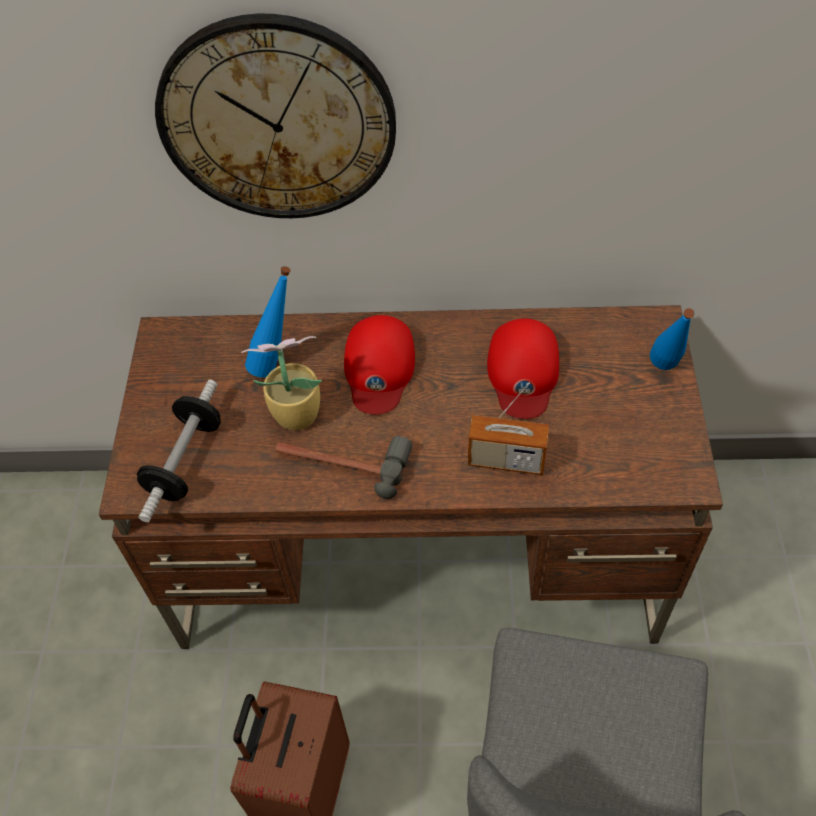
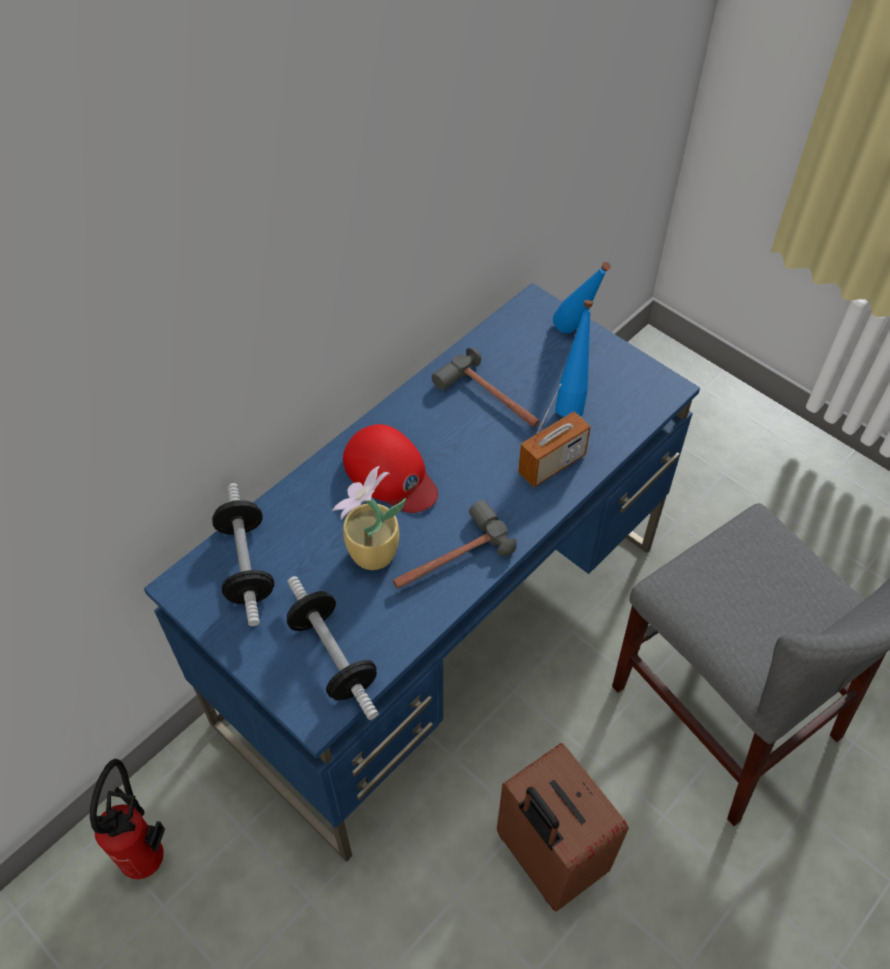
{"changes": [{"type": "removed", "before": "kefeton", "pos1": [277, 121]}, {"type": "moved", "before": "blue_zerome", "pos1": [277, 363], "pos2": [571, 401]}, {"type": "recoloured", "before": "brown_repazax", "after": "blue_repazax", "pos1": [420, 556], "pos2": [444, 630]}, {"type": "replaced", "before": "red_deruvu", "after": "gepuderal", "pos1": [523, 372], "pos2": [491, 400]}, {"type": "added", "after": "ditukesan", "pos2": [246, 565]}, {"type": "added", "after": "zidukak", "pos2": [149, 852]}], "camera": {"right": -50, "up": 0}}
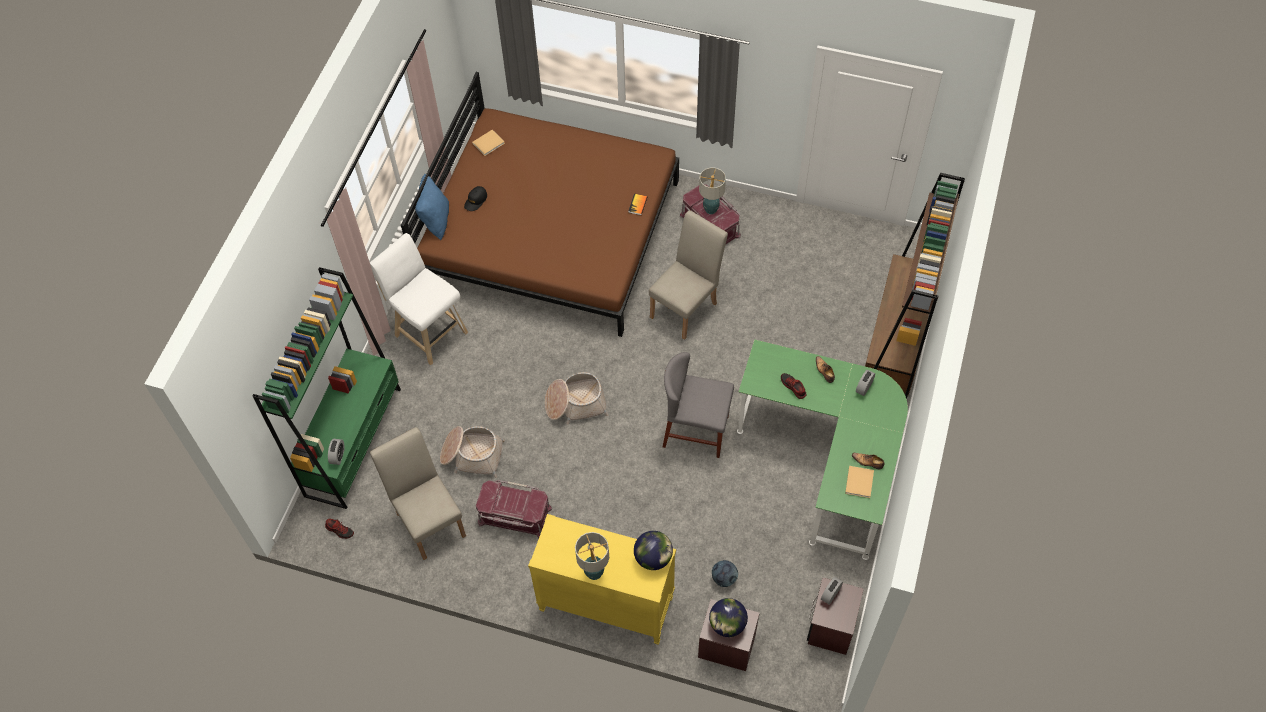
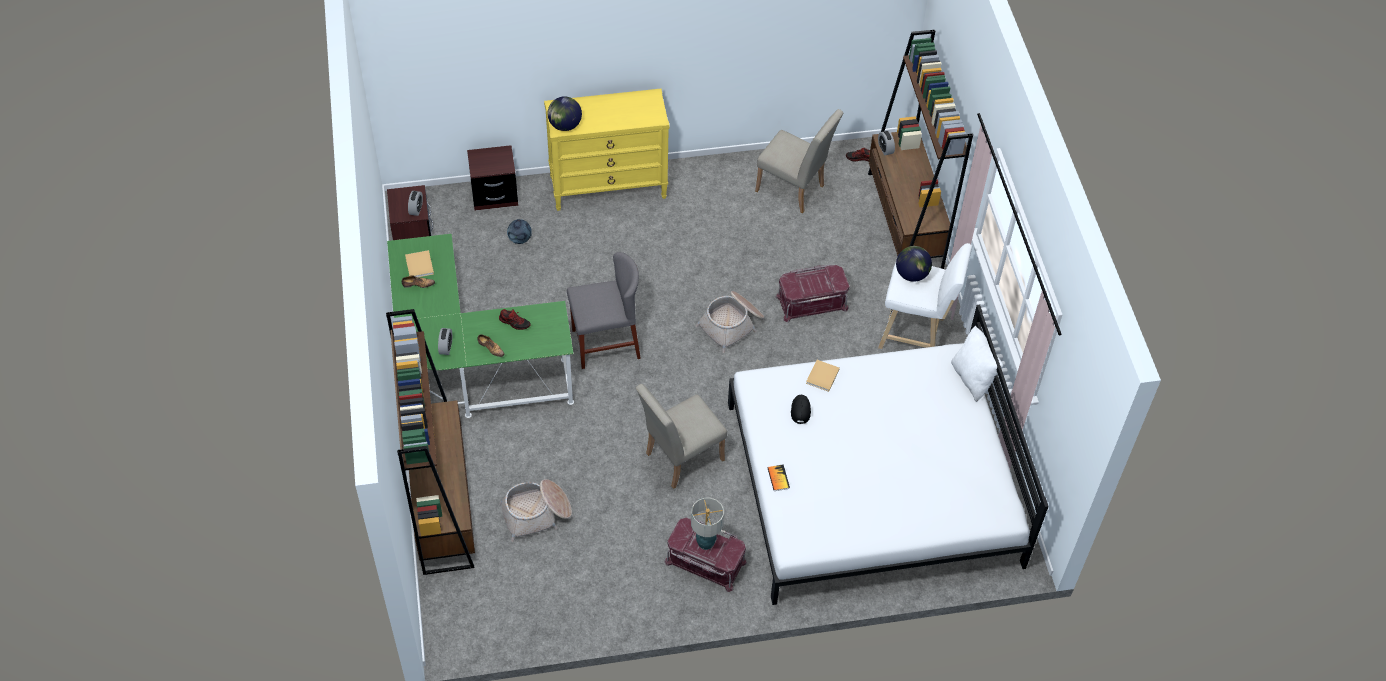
{"changes": [{"type": "recoloured", "before": "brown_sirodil", "after": "white_sirodil", "pos1": [550, 231], "pos2": [873, 483]}, {"type": "moved", "before": "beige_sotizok", "pos1": [489, 143], "pos2": [822, 377]}, {"type": "recoloured", "before": "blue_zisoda", "after": "white_zisoda", "pos1": [435, 220], "pos2": [973, 378]}, {"type": "moved", "before": "black_deruvu", "pos1": [476, 201], "pos2": [800, 410]}, {"type": "turned", "before": "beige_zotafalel", "pos1": [687, 307], "pos2": [679, 459], "turn": 45}, {"type": "recoloured", "before": "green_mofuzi", "after": "brown_mofuzi", "pos1": [354, 441], "pos2": [904, 221]}, {"type": "moved", "before": "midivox", "pos1": [472, 455], "pos2": [536, 514]}, {"type": "moved", "before": "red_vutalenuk", "pos1": [514, 516], "pos2": [811, 301]}, {"type": "removed", "before": "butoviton", "pos1": [594, 572]}, {"type": "moved", "before": "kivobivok", "pos1": [727, 624], "pos2": [911, 274]}], "camera": {"right": 150, "up": -5}}
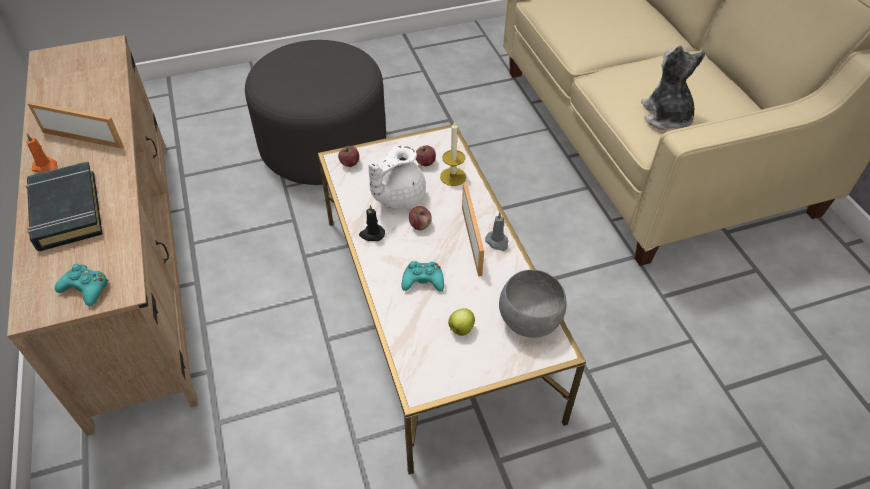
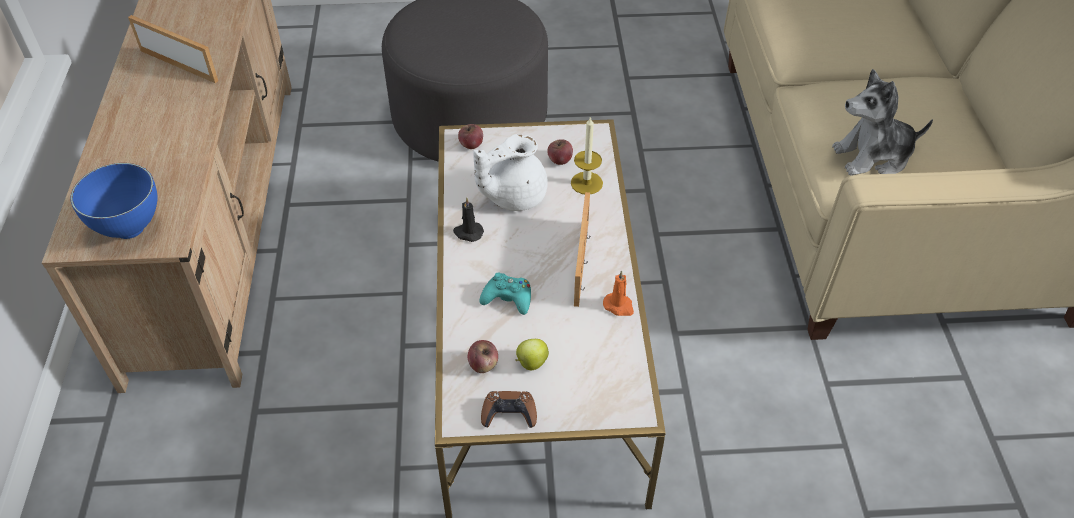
{"changes": [{"type": "turned", "before": "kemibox", "pos1": [666, 116], "pos2": [873, 157], "turn": -105}, {"type": "moved", "before": "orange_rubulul", "pos1": [46, 167], "pos2": [619, 306]}, {"type": "removed", "before": "black_sotizok", "pos1": [66, 211]}, {"type": "moved", "before": "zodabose", "pos1": [420, 225], "pos2": [483, 364]}, {"type": "removed", "before": "grey_rubulul", "pos1": [497, 242]}, {"type": "replaced", "before": "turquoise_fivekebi", "after": "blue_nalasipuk", "pos1": [86, 288], "pos2": [132, 230]}, {"type": "removed", "before": "grey_nalasipuk", "pos1": [529, 320]}, {"type": "added", "after": "brown_fivekebi", "pos2": [509, 413]}], "camera": {"right": 15, "up": 0}}
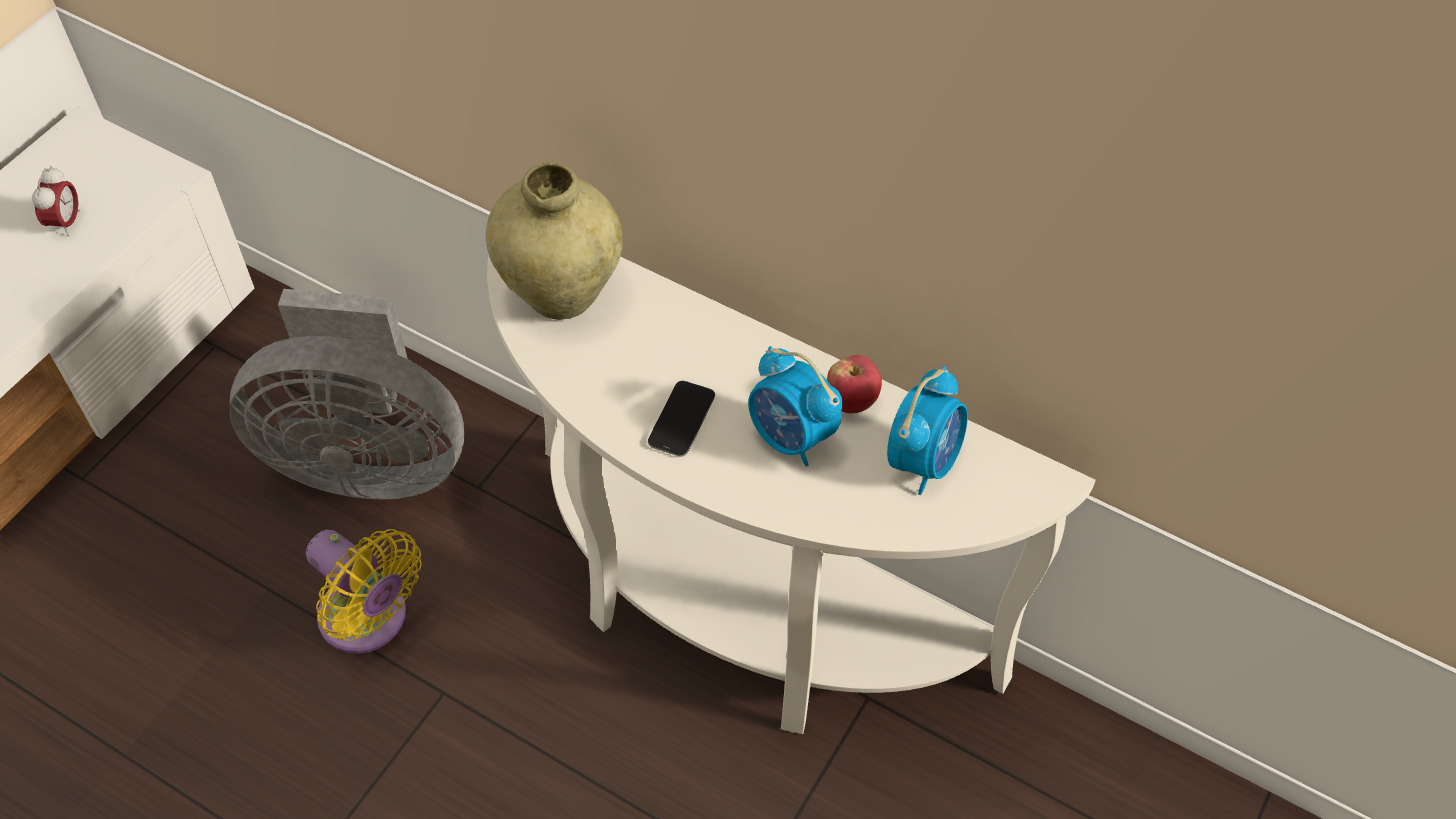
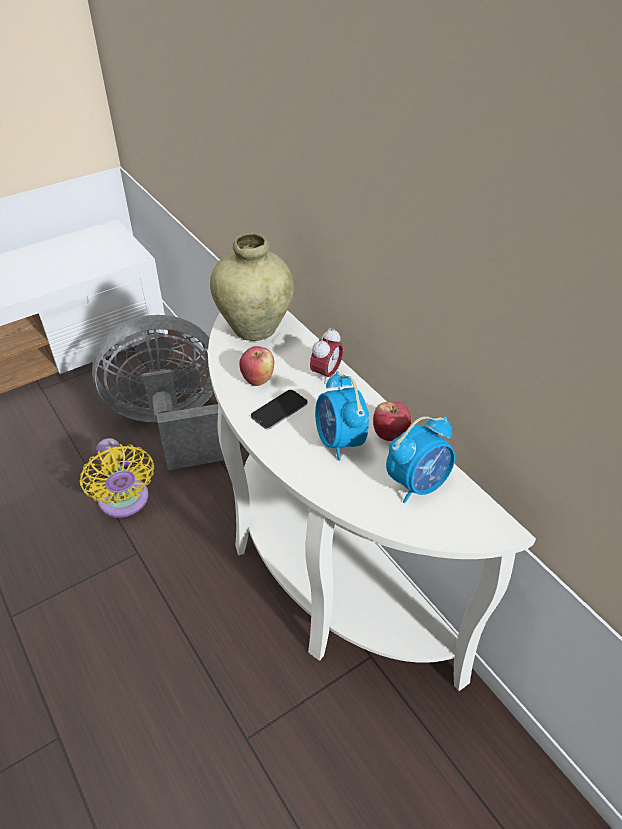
{"changes": [{"type": "moved", "before": "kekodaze", "pos1": [66, 223], "pos2": [326, 374]}, {"type": "turned", "before": "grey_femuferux", "pos1": [368, 459], "pos2": [172, 426], "turn": 135}, {"type": "added", "after": "zodabose", "pos2": [257, 379]}], "camera": {"right": 25, "up": -10}}
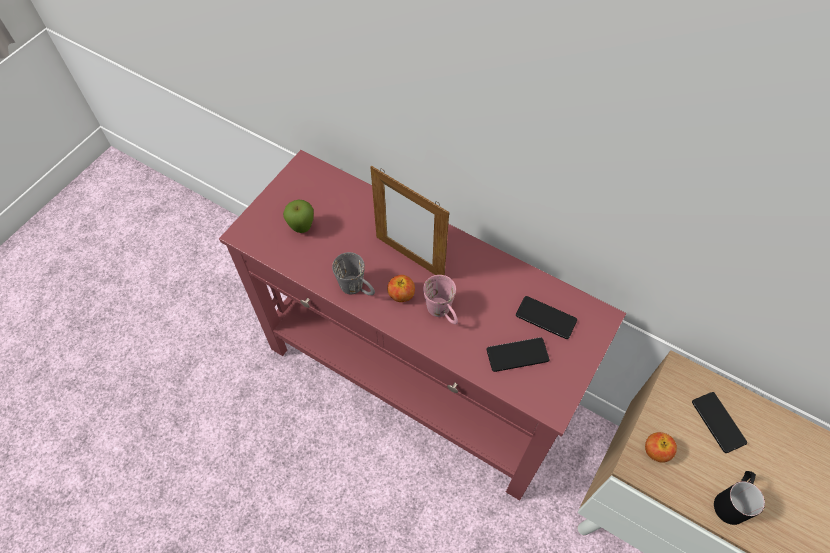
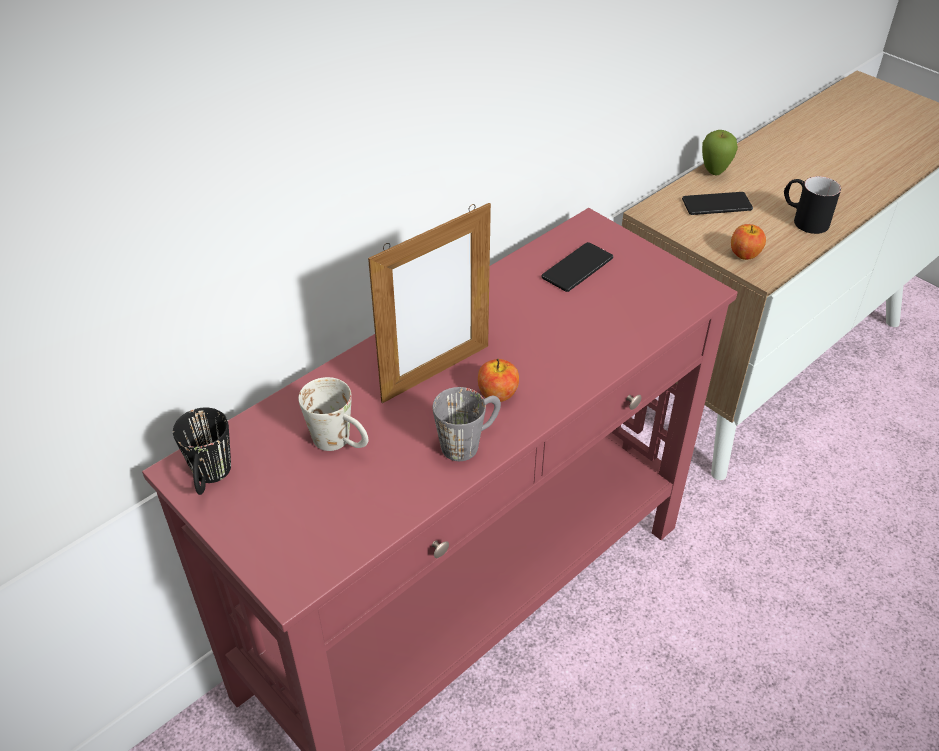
{"changes": [{"type": "moved", "before": "zodabose", "pos1": [302, 228], "pos2": [714, 172]}, {"type": "removed", "before": "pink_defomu", "pos1": [443, 313]}, {"type": "removed", "before": "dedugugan", "pos1": [517, 355]}, {"type": "added", "after": "white_defomu", "pos2": [341, 443]}, {"type": "added", "after": "black_defomu", "pos2": [210, 479]}], "camera": {"right": -75, "up": -15}}
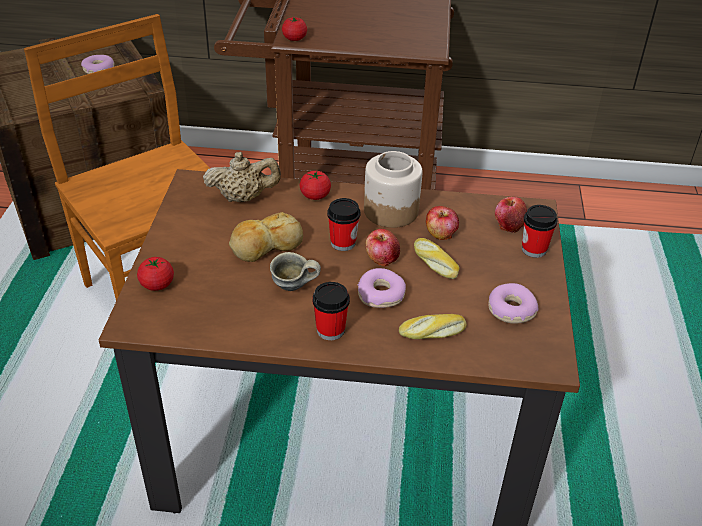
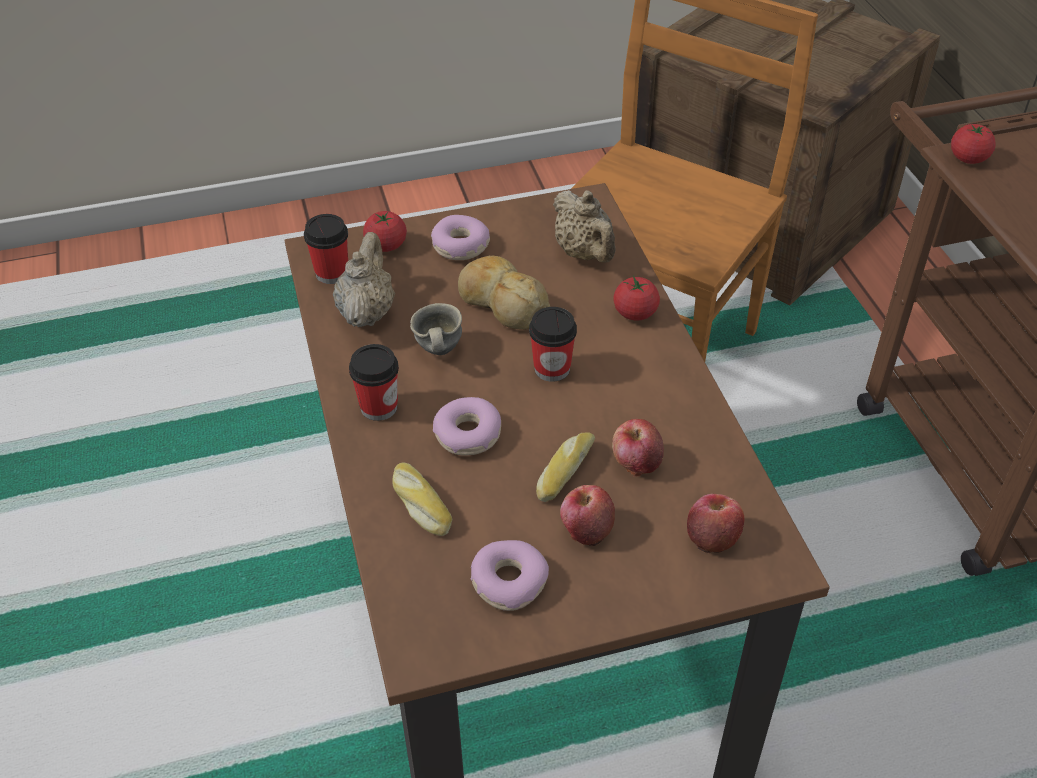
{"changes": [{"type": "moved", "before": "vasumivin", "pos1": [99, 70], "pos2": [460, 246]}, {"type": "removed", "before": "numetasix", "pos1": [390, 210]}, {"type": "moved", "before": "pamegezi", "pos1": [534, 249], "pos2": [332, 273]}, {"type": "moved", "before": "zodabose", "pos1": [381, 258], "pos2": [586, 529]}, {"type": "added", "after": "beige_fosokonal", "pos2": [366, 312]}], "camera": {"right": 70, "up": 5}}
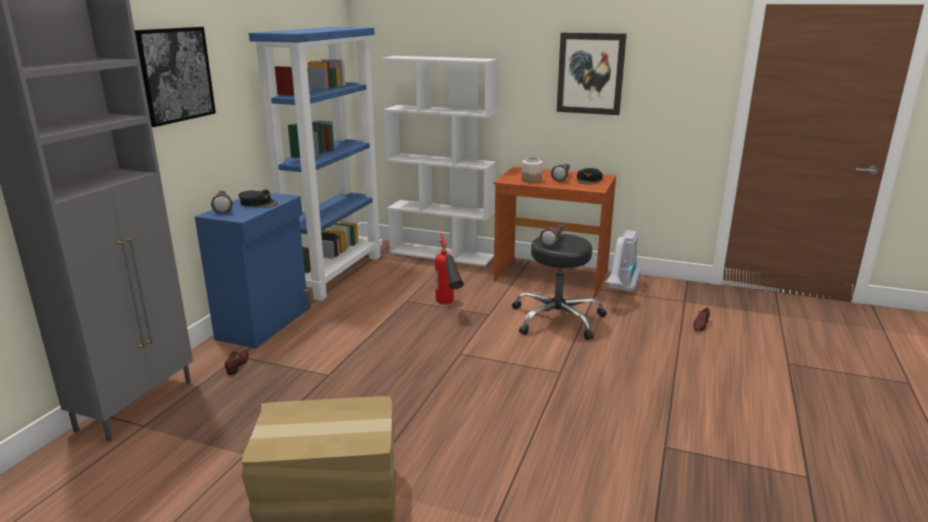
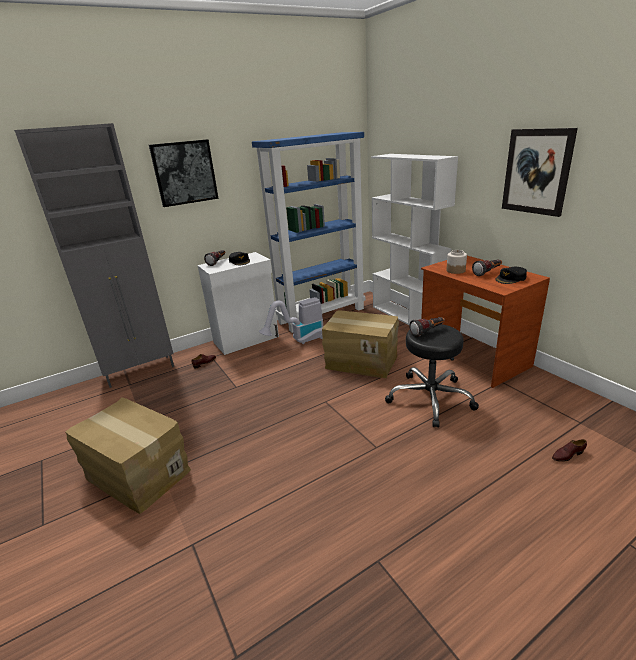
{"changes": [{"type": "recoloured", "before": "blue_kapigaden", "after": "white_kapigaden", "pos1": [265, 323], "pos2": [247, 339]}, {"type": "moved", "before": "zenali", "pos1": [620, 291], "pos2": [299, 341]}, {"type": "replaced", "before": "zidukak", "after": "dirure", "pos1": [448, 307], "pos2": [361, 361]}], "camera": {"right": 40, "up": 5}}
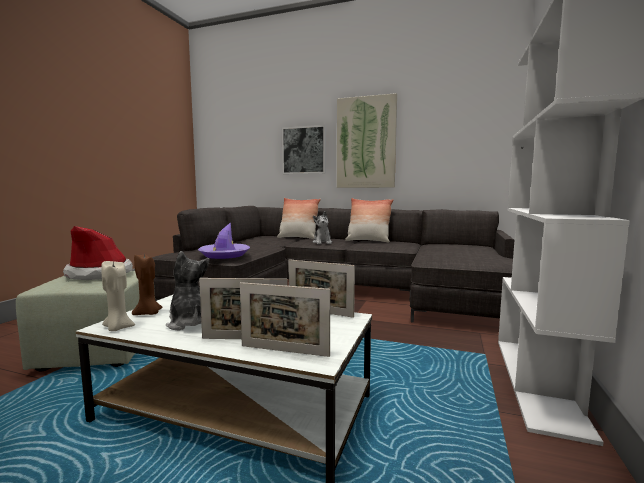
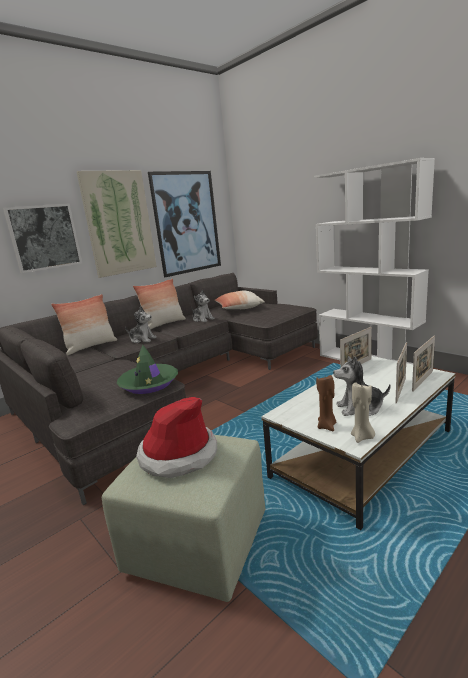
{"changes": [{"type": "recoloured", "before": "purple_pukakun", "after": "green_pukakun", "pos1": [224, 255], "pos2": [149, 384]}, {"type": "added", "after": "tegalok", "pos2": [186, 223]}, {"type": "added", "after": "kemibox", "pos2": [202, 319]}, {"type": "added", "after": "zisoda", "pos2": [239, 308]}], "camera": {"right": -60, "up": 10}}
